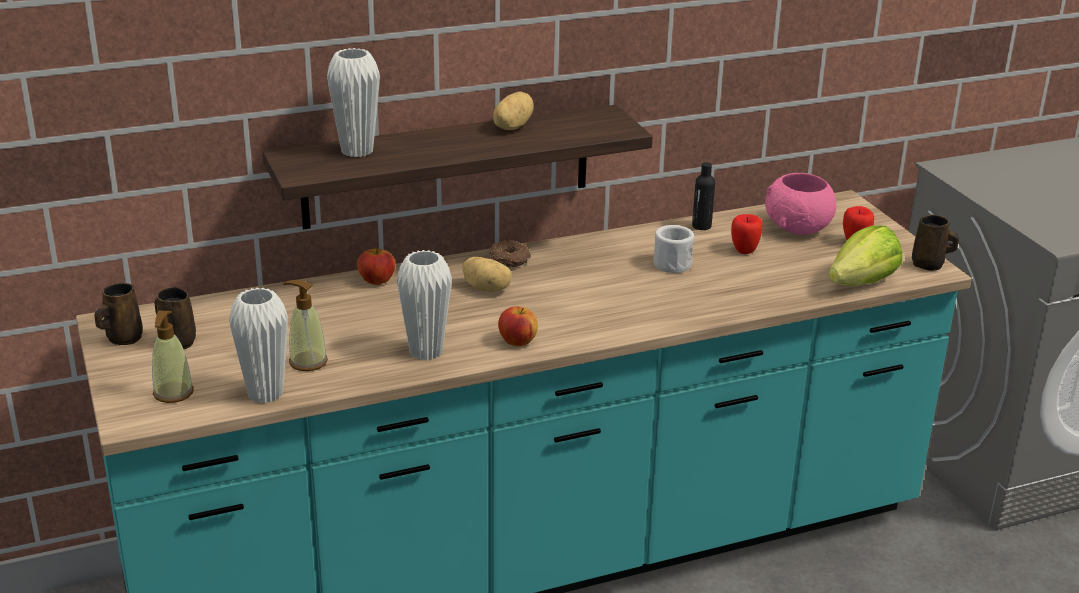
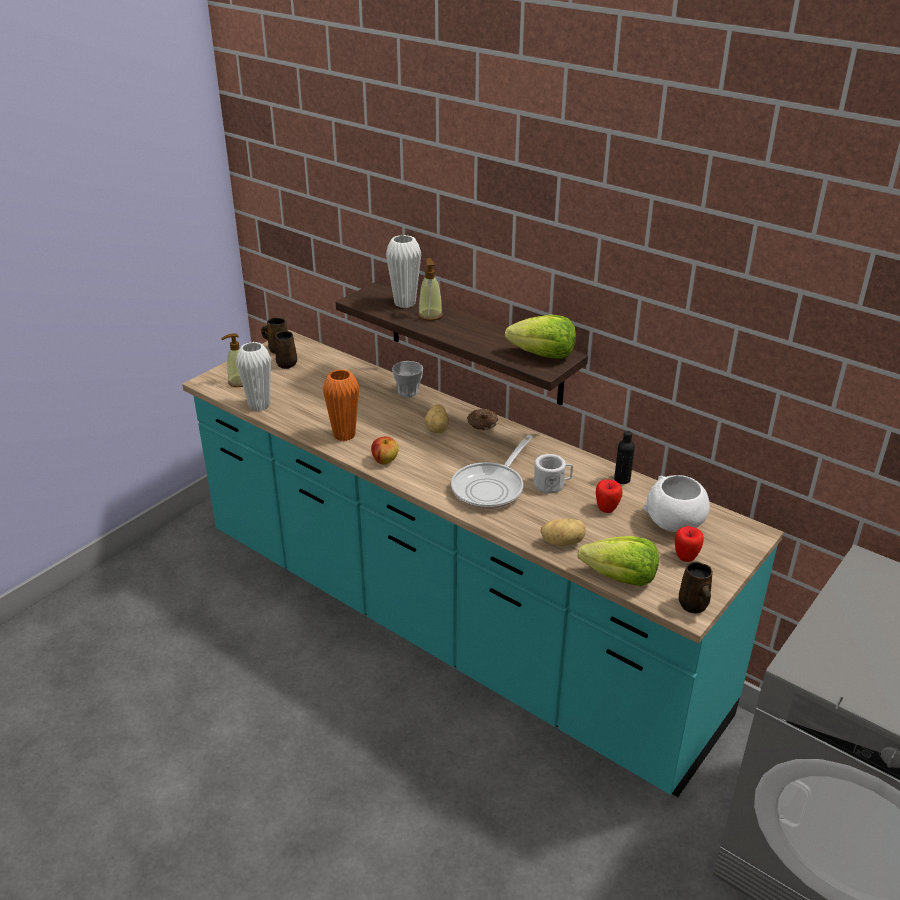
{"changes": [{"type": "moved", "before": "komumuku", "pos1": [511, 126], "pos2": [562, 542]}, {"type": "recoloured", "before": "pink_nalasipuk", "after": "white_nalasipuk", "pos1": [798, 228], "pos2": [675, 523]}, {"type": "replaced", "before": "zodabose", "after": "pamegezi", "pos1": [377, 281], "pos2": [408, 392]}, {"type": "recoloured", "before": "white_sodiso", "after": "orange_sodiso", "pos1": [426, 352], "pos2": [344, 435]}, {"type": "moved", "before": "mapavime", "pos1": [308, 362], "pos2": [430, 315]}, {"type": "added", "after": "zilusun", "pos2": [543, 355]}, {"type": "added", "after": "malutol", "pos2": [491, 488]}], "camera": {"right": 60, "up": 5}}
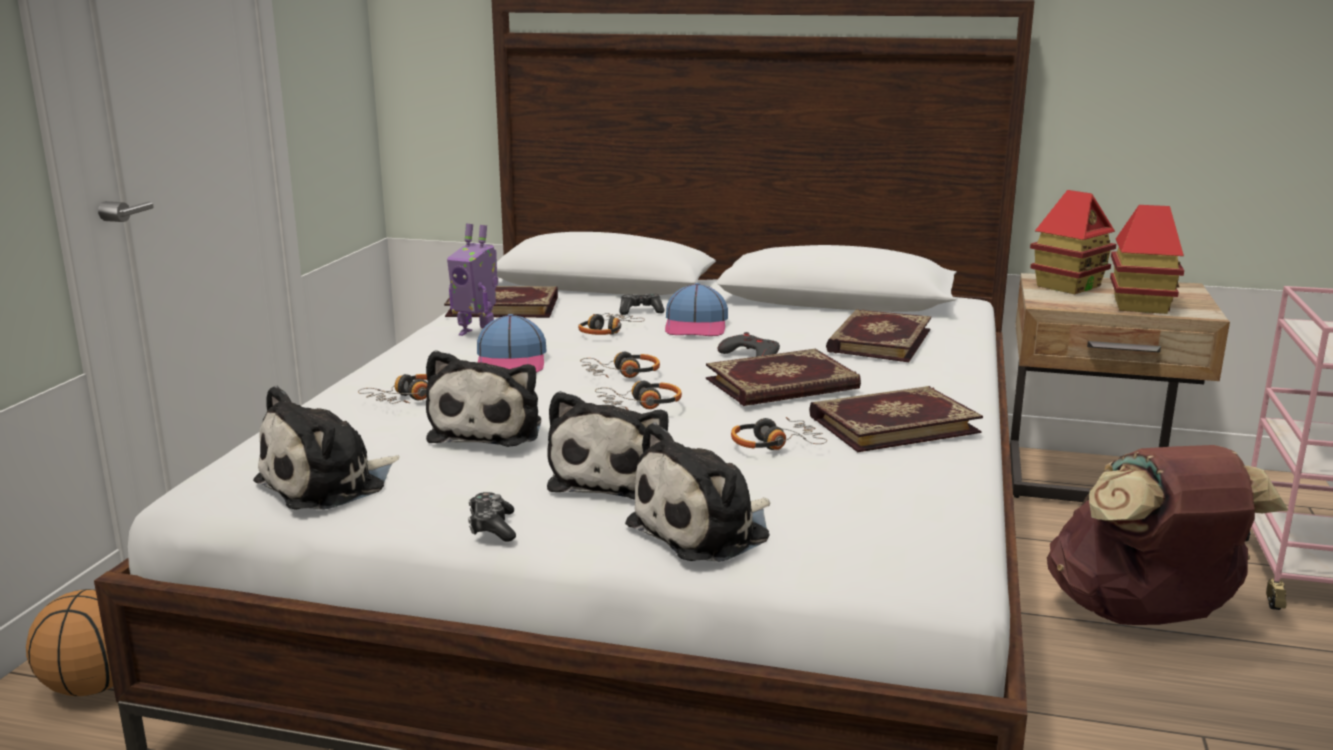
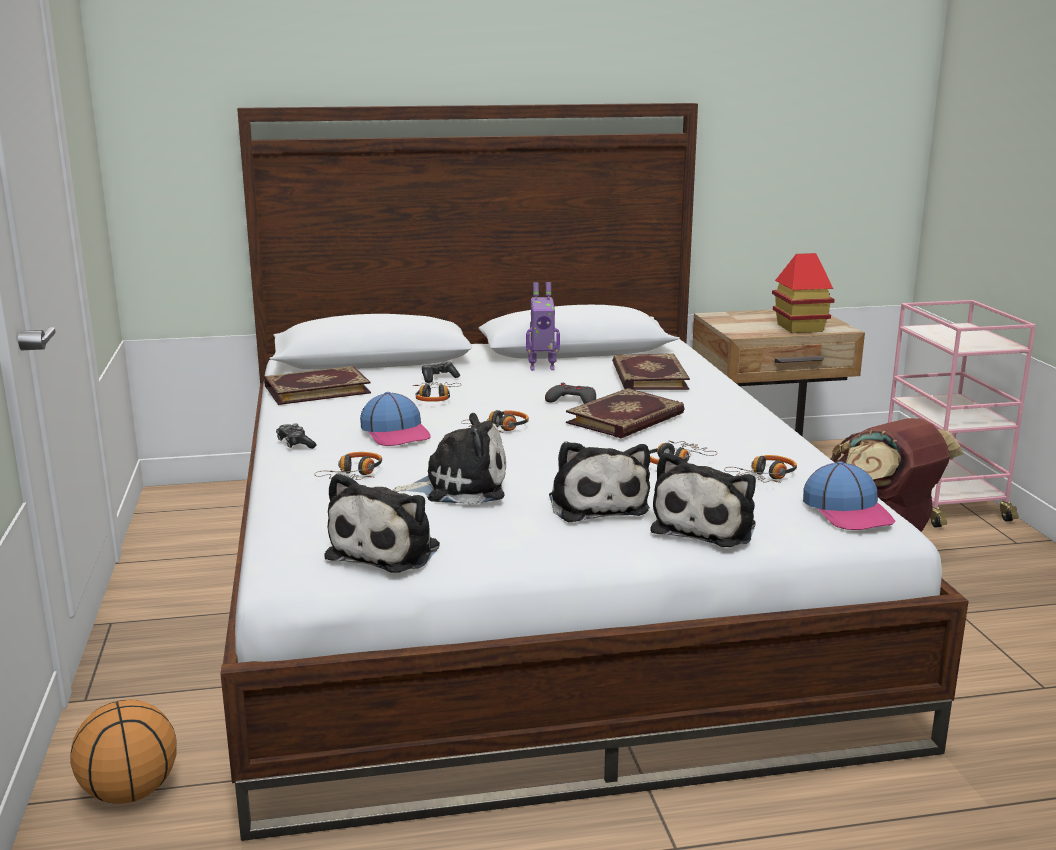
{"changes": [{"type": "removed", "before": "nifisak", "pos1": [1068, 286]}, {"type": "moved", "before": "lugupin", "pos1": [477, 333], "pos2": [542, 367]}, {"type": "moved", "before": "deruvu", "pos1": [696, 326], "pos2": [848, 511]}, {"type": "turned", "before": "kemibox", "pos1": [489, 429], "pos2": [459, 487], "turn": -75}, {"type": "moved", "before": "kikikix", "pos1": [640, 405], "pos2": [765, 477]}, {"type": "removed", "before": "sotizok", "pos1": [892, 423]}, {"type": "moved", "before": "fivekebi", "pos1": [492, 527], "pos2": [295, 444]}], "camera": {"right": -25, "up": 0}}
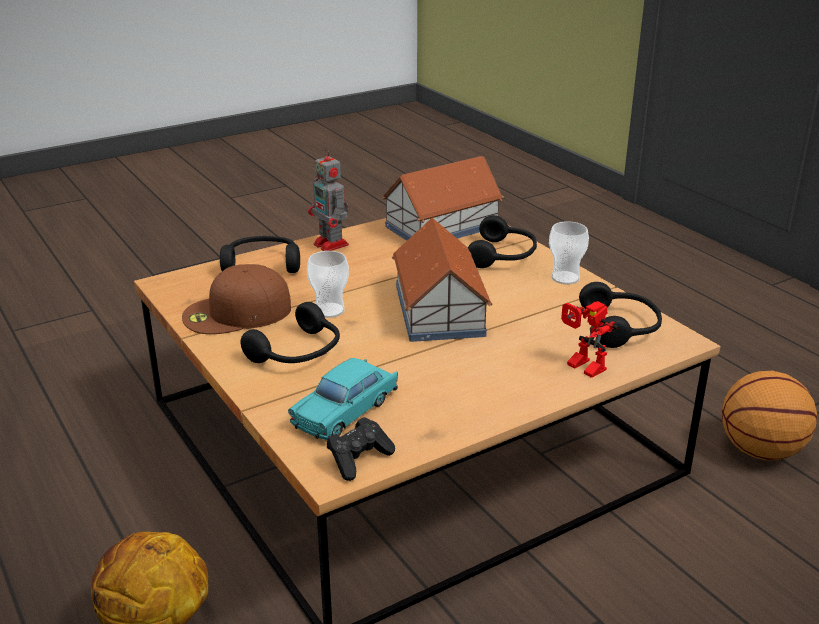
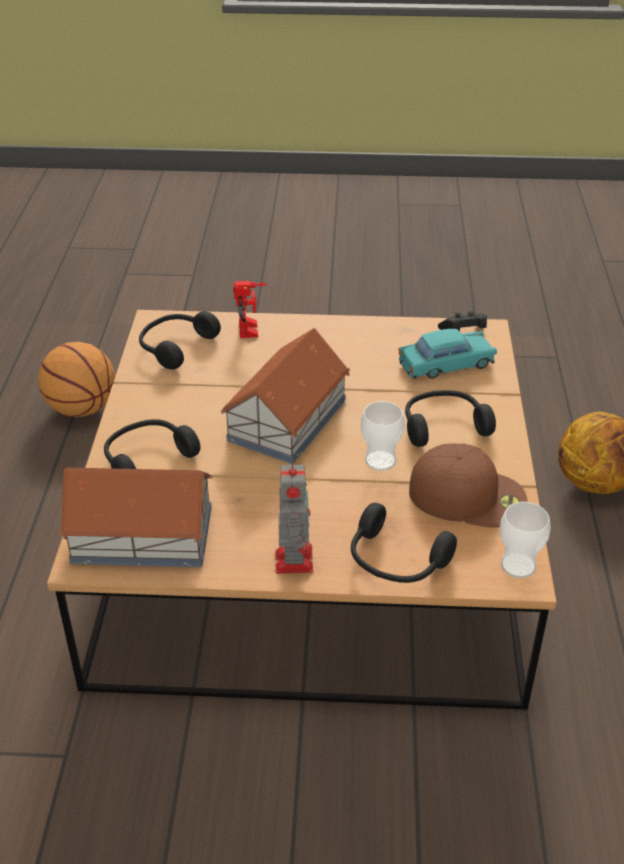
{"changes": [{"type": "moved", "before": "pamegezi", "pos1": [565, 278], "pos2": [518, 565]}], "camera": {"right": -145, "up": 10}}
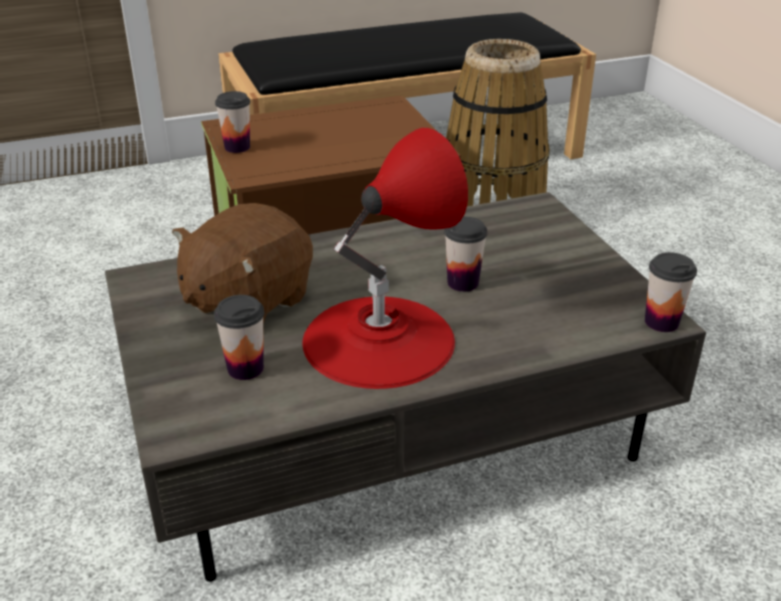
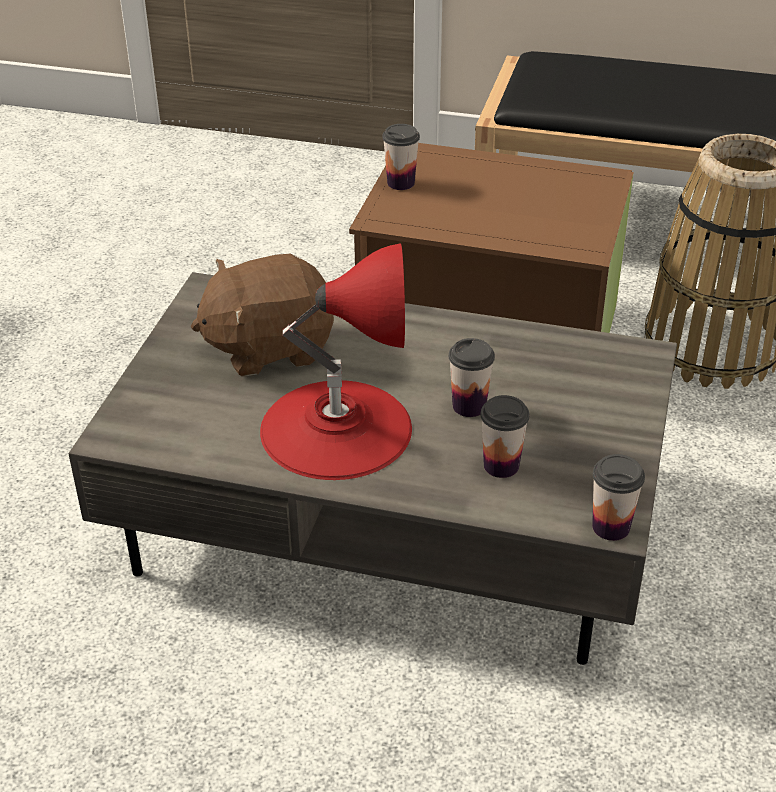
{"changes": [{"type": "moved", "before": "pamegezi", "pos1": [245, 368], "pos2": [501, 465]}], "camera": {"right": 35, "up": 5}}
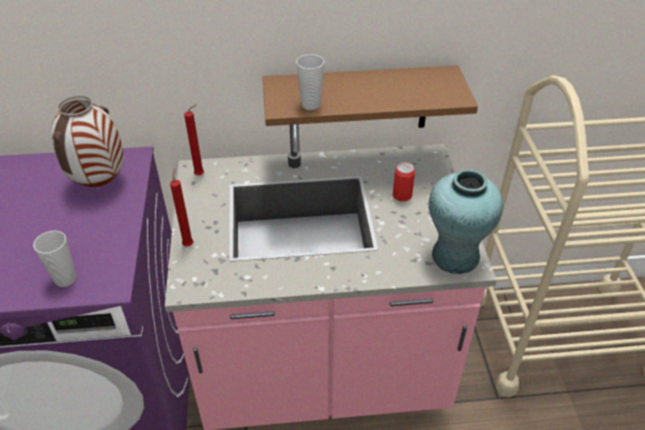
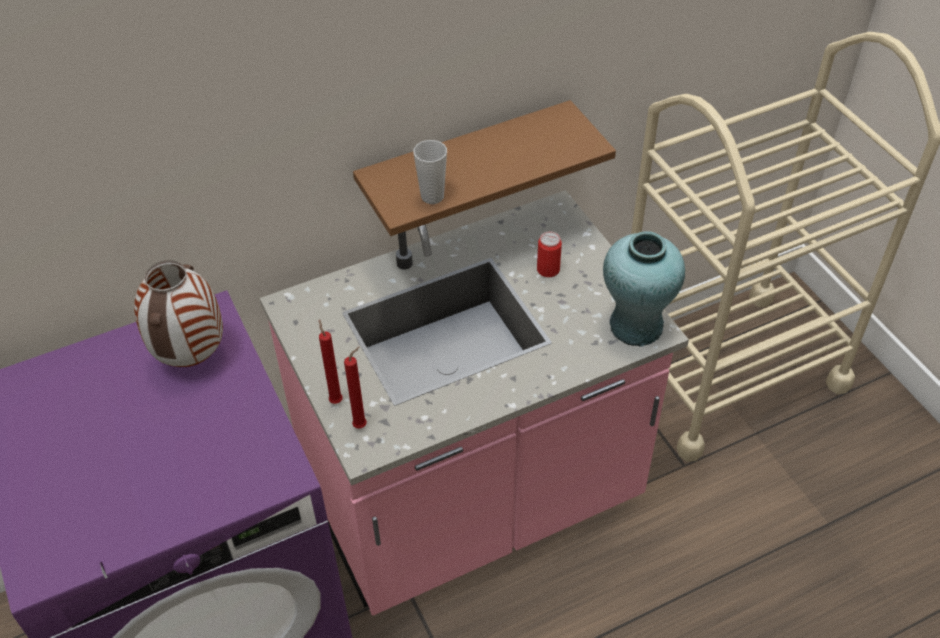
{"changes": [{"type": "moved", "before": "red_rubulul", "pos1": [201, 175], "pos2": [362, 425]}, {"type": "removed", "before": "pamegezi", "pos1": [65, 279]}], "camera": {"right": -20, "up": 5}}
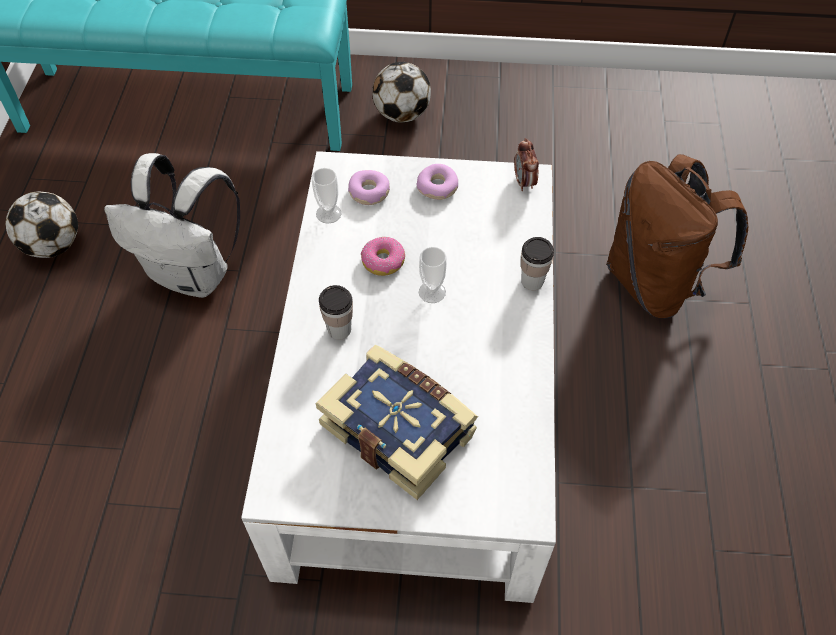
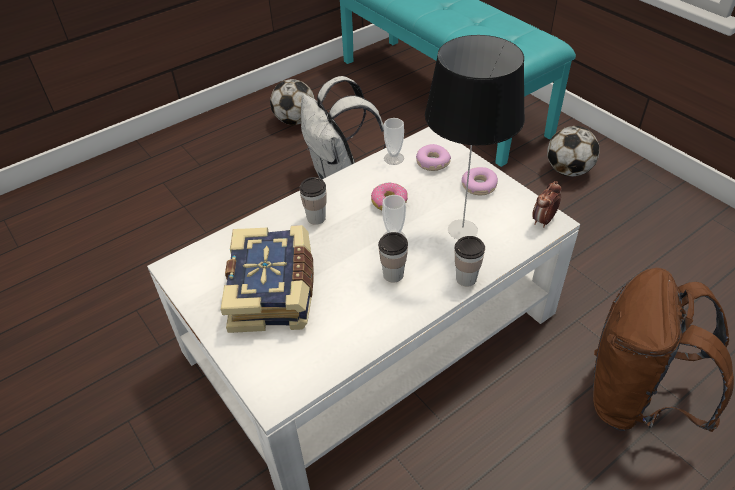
{"changes": [{"type": "added", "after": "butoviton", "pos2": [461, 230]}, {"type": "added", "after": "pamegezi", "pos2": [393, 275]}], "camera": {"right": 50, "up": -10}}
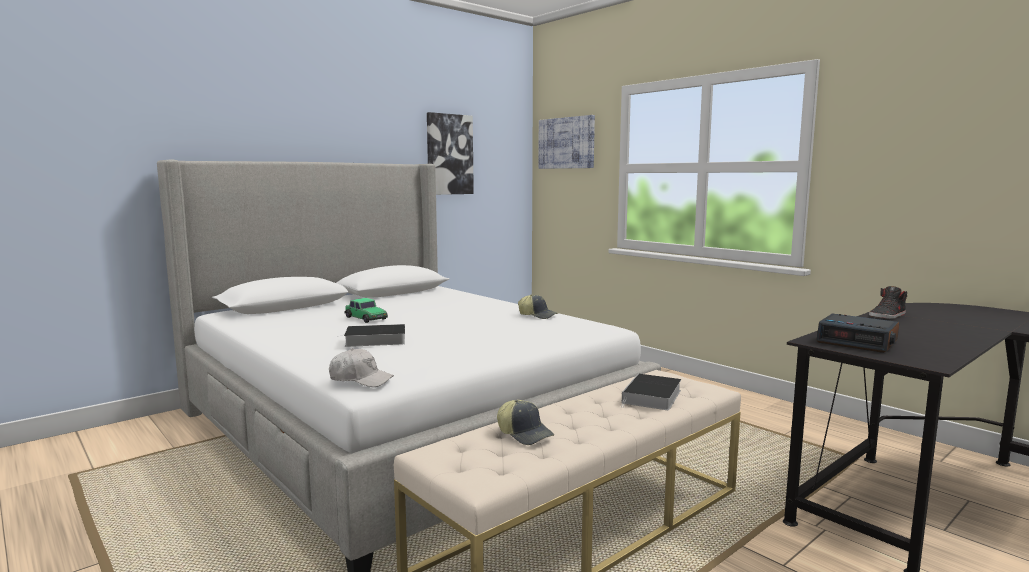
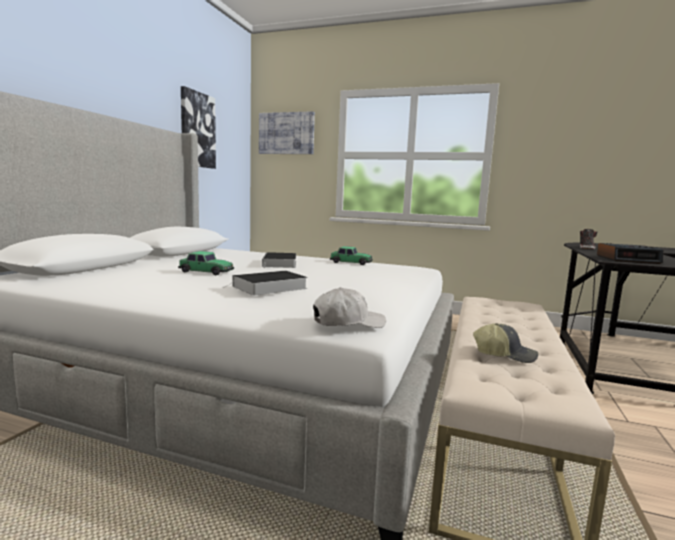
{"changes": [{"type": "replaced", "before": "deruvu", "after": "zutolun", "pos1": [538, 315], "pos2": [351, 263]}, {"type": "moved", "before": "sotizok", "pos1": [652, 397], "pos2": [280, 264]}], "camera": {"right": -30, "up": 0}}
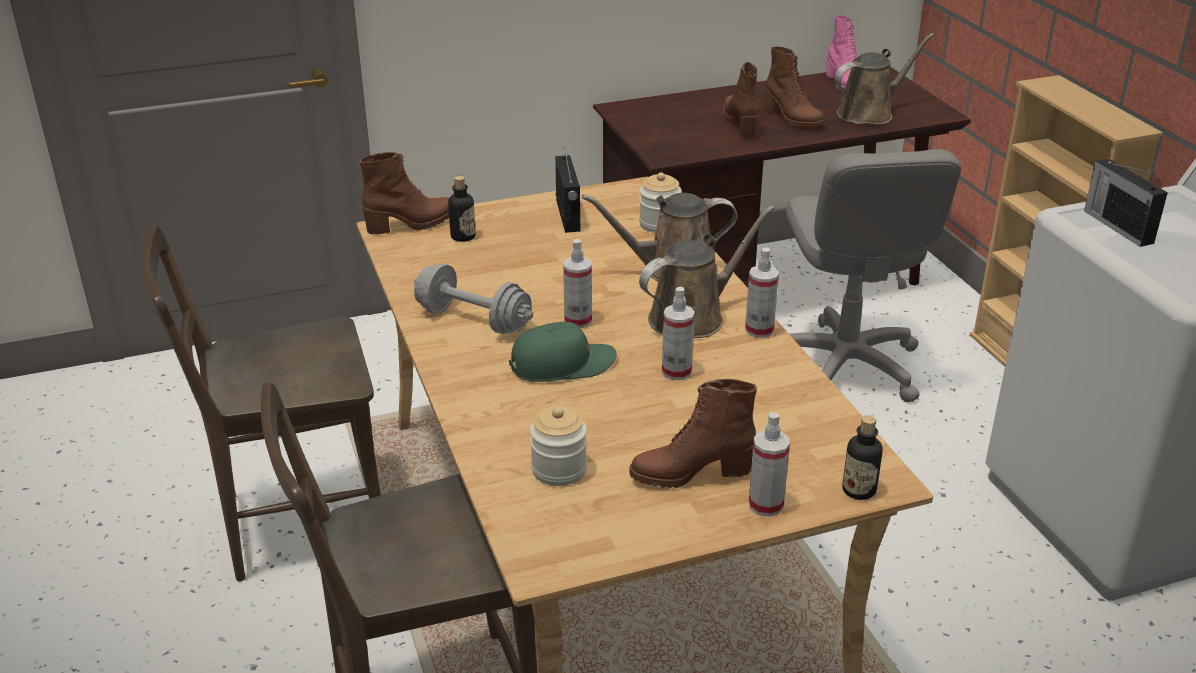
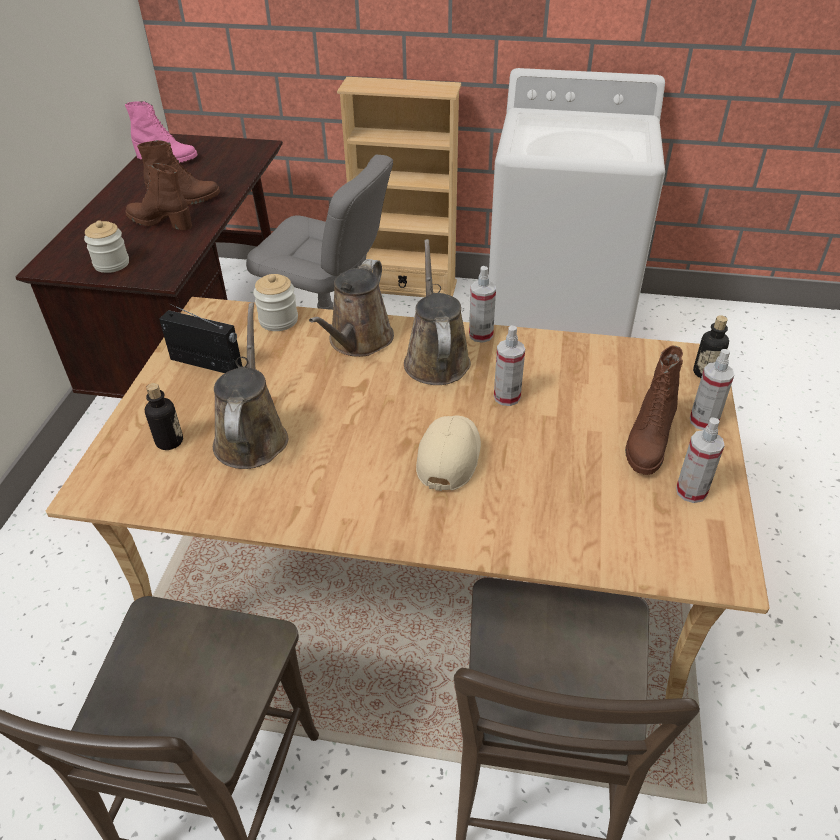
{"changes": [{"type": "moved", "before": "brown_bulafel", "pos1": [869, 113], "pos2": [252, 436]}, {"type": "removed", "before": "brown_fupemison", "pos1": [411, 224]}, {"type": "removed", "before": "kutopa", "pos1": [1117, 226]}, {"type": "moved", "before": "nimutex", "pos1": [578, 320], "pos2": [691, 491]}, {"type": "removed", "before": "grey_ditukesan", "pos1": [473, 320]}, {"type": "recoloured", "before": "green_deruvu", "after": "beige_deruvu", "pos1": [562, 364], "pos2": [449, 456]}, {"type": "moved", "before": "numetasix", "pos1": [559, 469], "pos2": [111, 264]}], "camera": {"right": -60, "up": 10}}
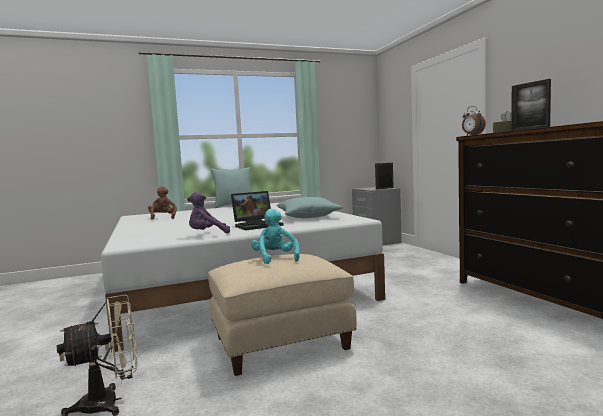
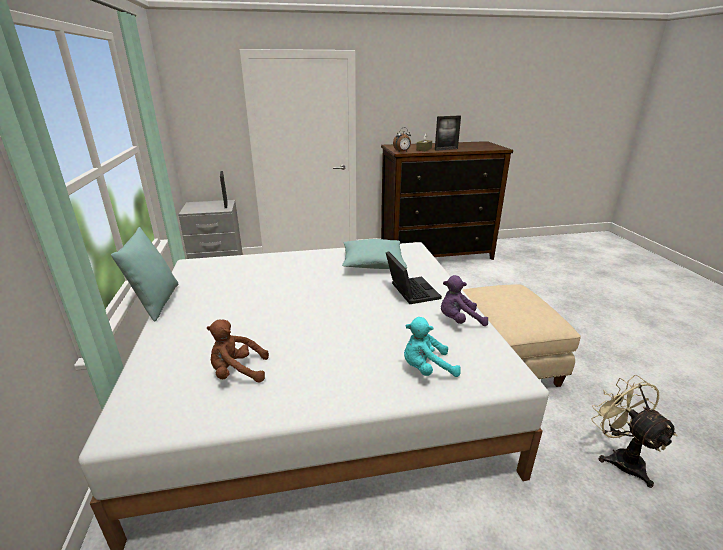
{"changes": [{"type": "turned", "before": "purple_kemibox", "pos1": [207, 234], "pos2": [459, 320], "turn": 90}, {"type": "moved", "before": "turquoise_kemibox", "pos1": [275, 259], "pos2": [426, 368]}], "camera": {"right": -80, "up": 20}}
